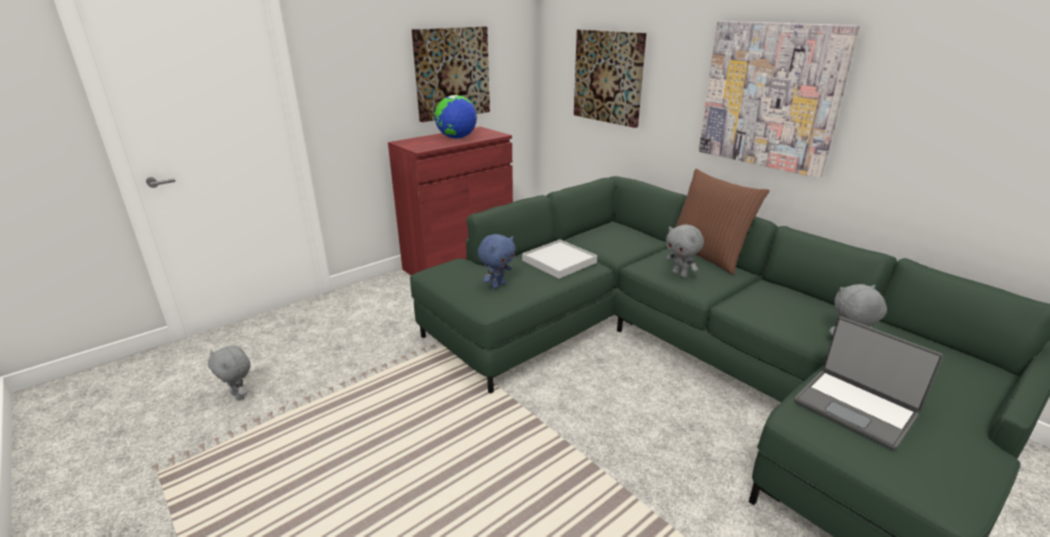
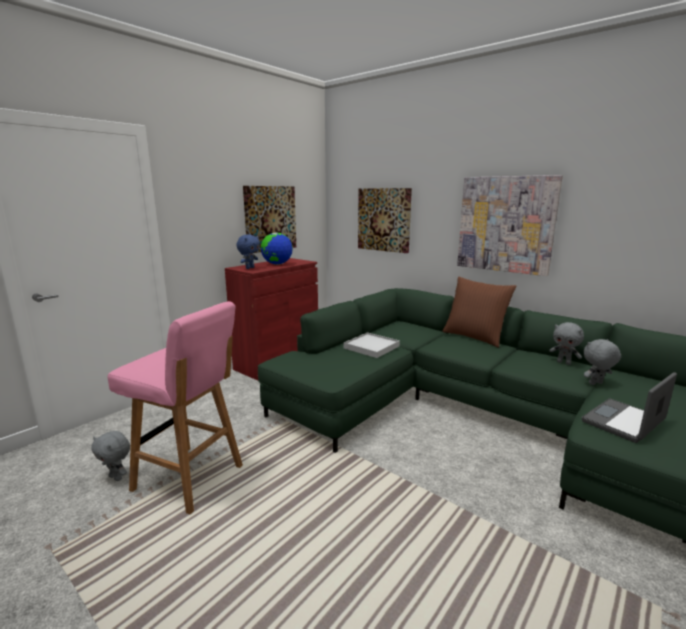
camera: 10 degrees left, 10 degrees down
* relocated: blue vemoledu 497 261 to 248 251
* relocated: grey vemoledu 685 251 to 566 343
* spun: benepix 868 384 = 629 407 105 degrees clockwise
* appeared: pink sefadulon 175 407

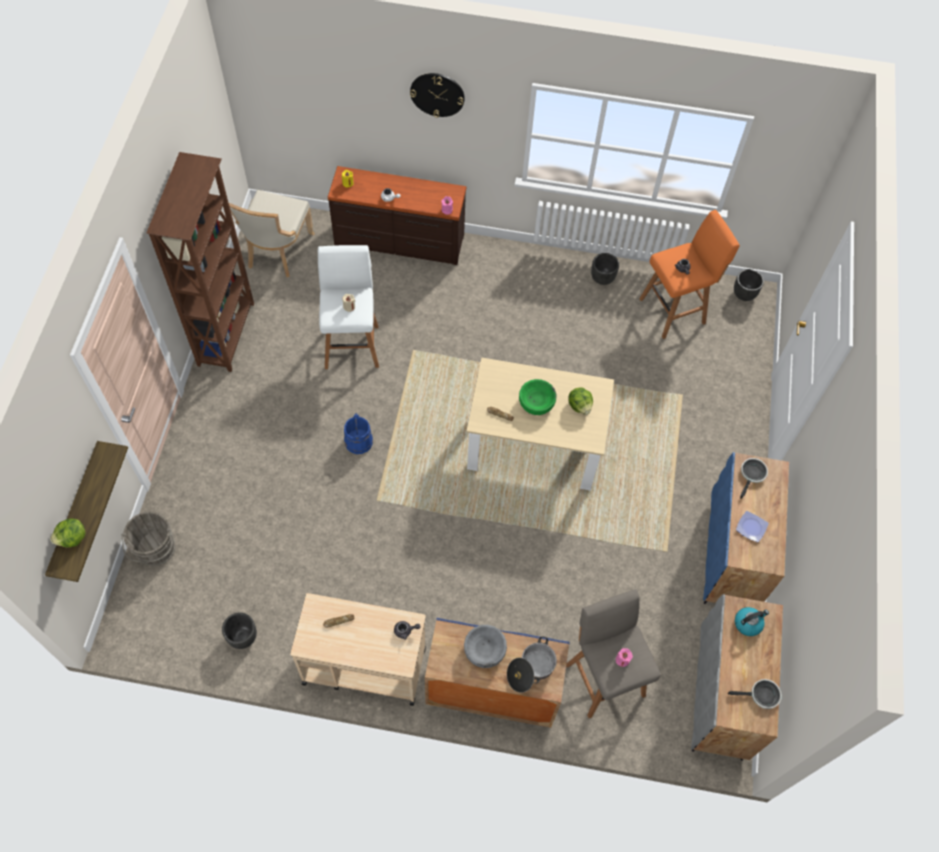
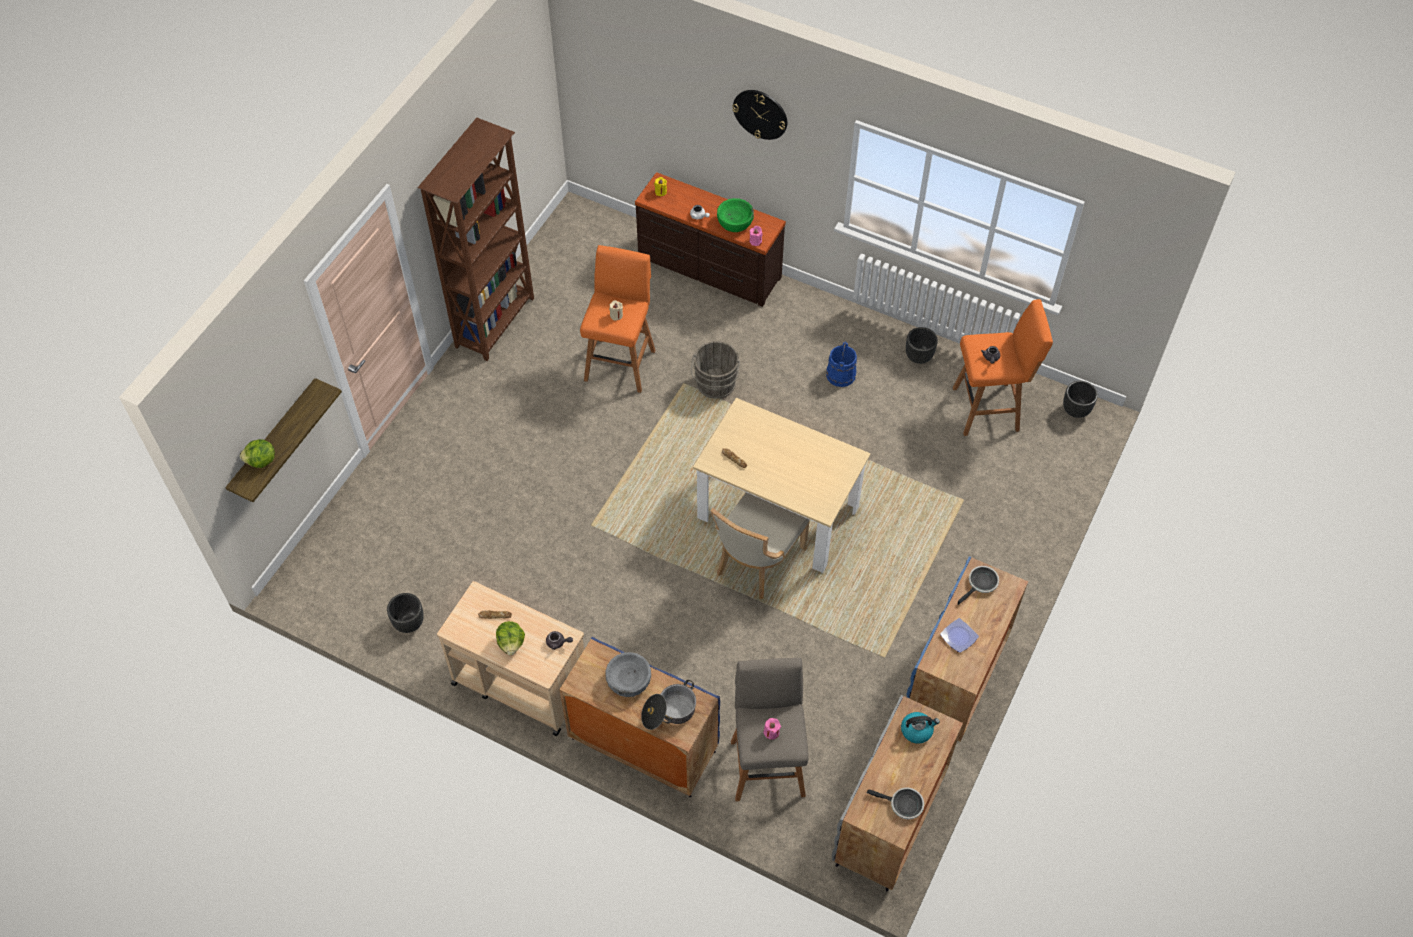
camera: 20 degrees right, 5 degrees down
* relocated: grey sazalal 149 539 to 715 370
* relocated: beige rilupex 271 233 to 760 545
* colour: white sefadulon 348 307 to orange sefadulon 618 319
* relocated: blue sazalal 358 433 to 841 364
* relocated: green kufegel 537 397 to 735 215
* relocated: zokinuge 580 401 to 510 638

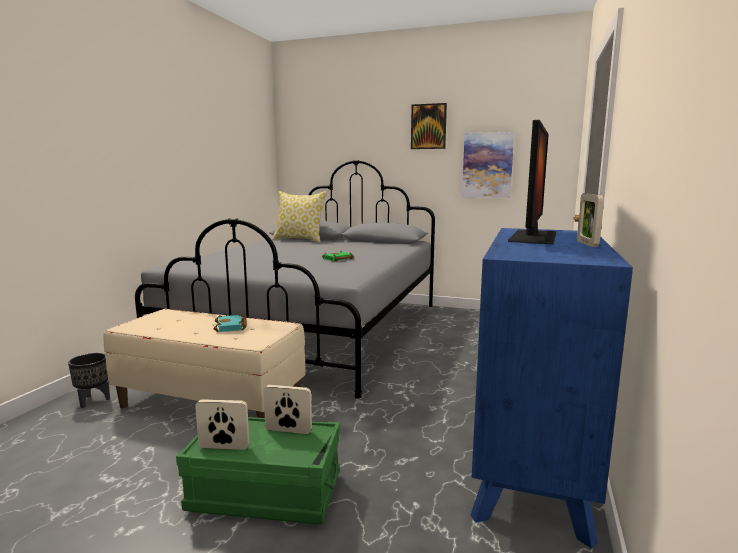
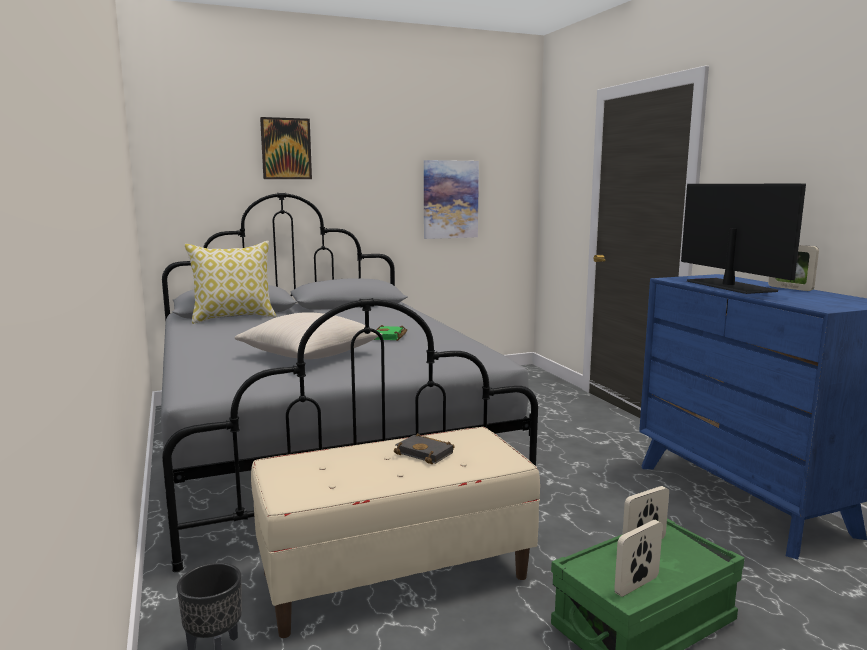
camera: 40 degrees left, 0 degrees up
* colour: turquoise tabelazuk 230 323 to black tabelazuk 424 448
* relocated: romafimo 429 126 to 286 148
* appeared: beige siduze 309 335

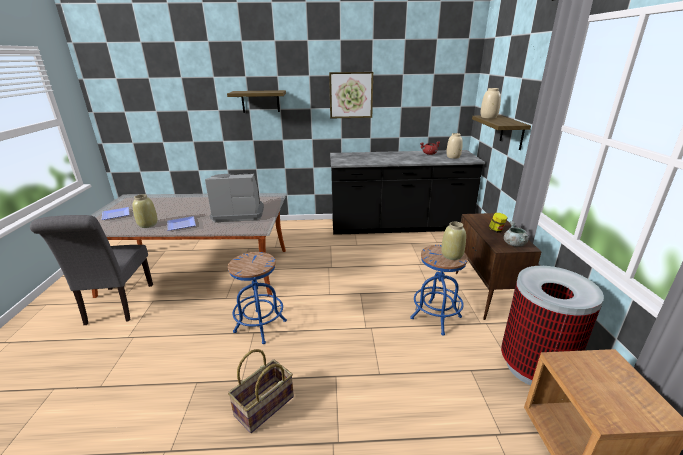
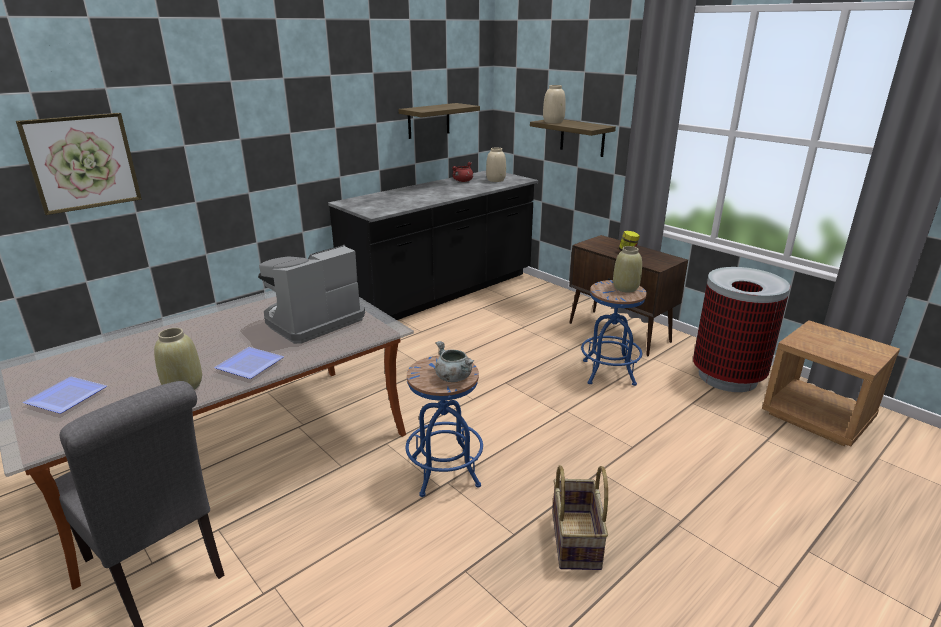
camera: 40 degrees left, 0 degrees up
* relocated: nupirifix 256 101 to 439 121
* relocated: romafimo 351 95 to 79 164
* relocated: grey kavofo 516 233 to 454 361

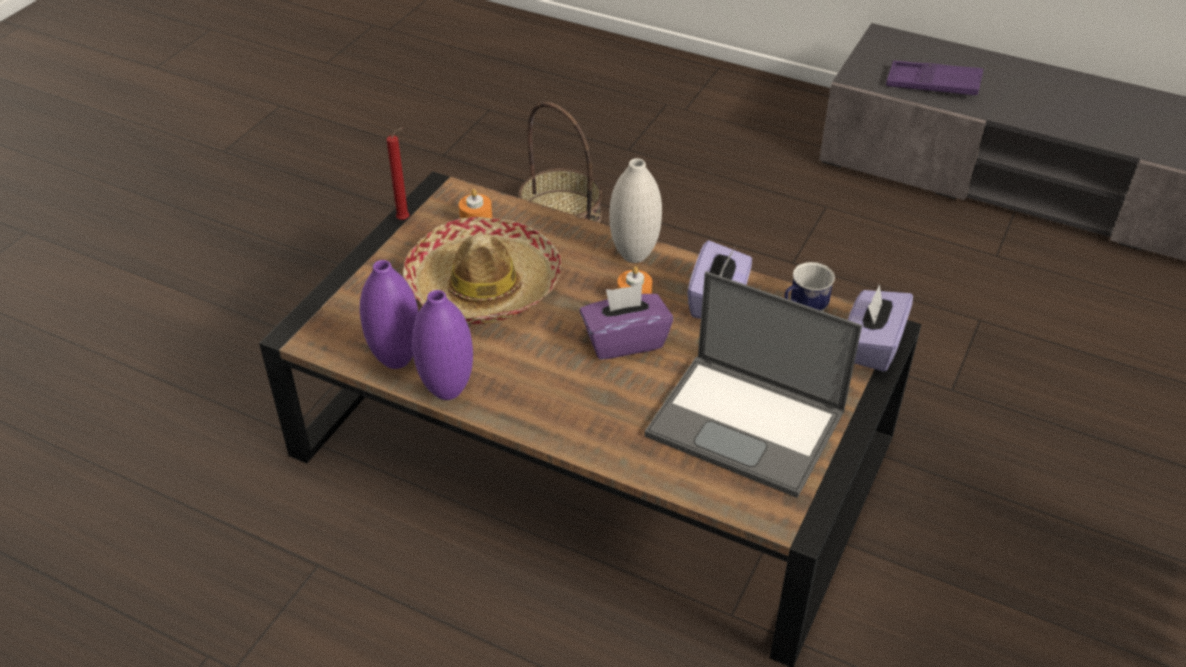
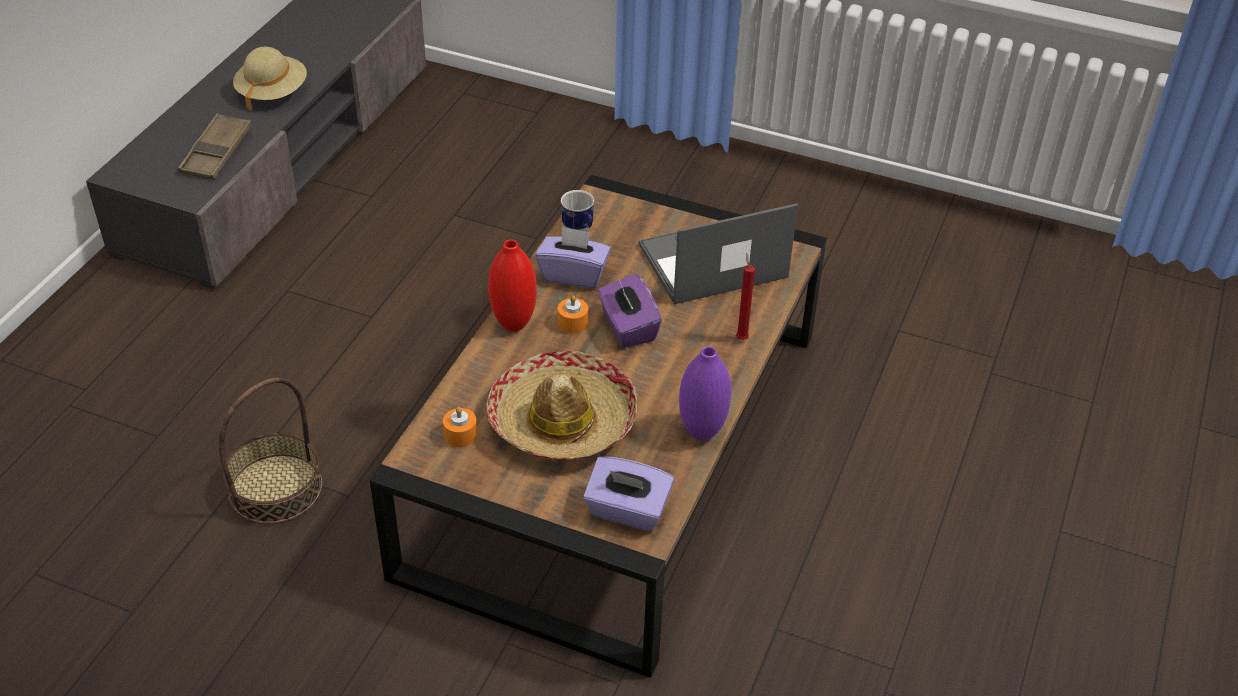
camera: 95 degrees left, 0 degrees up
* missing: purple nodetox 389 314
* relocated: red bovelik 397 173 to 745 296
* colour: white nodetox 635 210 to red nodetox 512 286
* spun: benepix 753 384 = 718 254 135 degrees counterclockwise
* relocated: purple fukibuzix 880 328 to 628 494
* colour: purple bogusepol 934 78 to brown bogusepol 215 146
* appeared: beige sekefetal 270 79

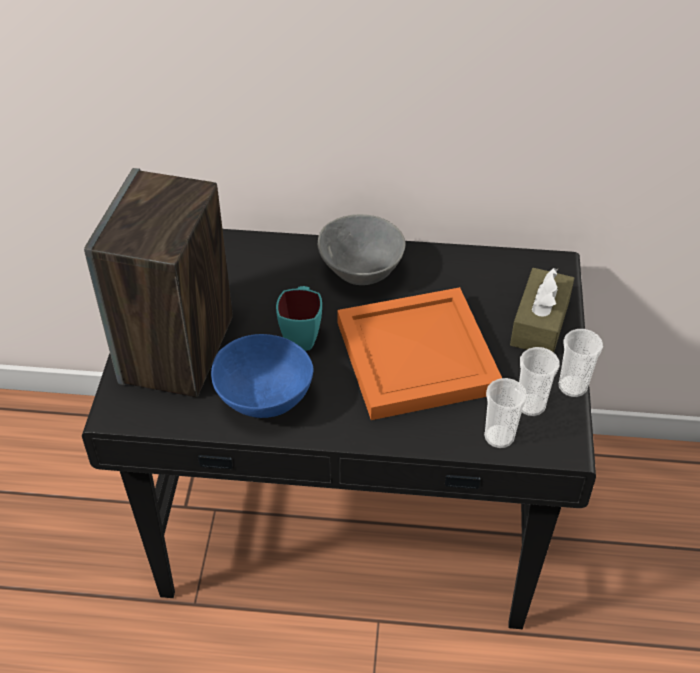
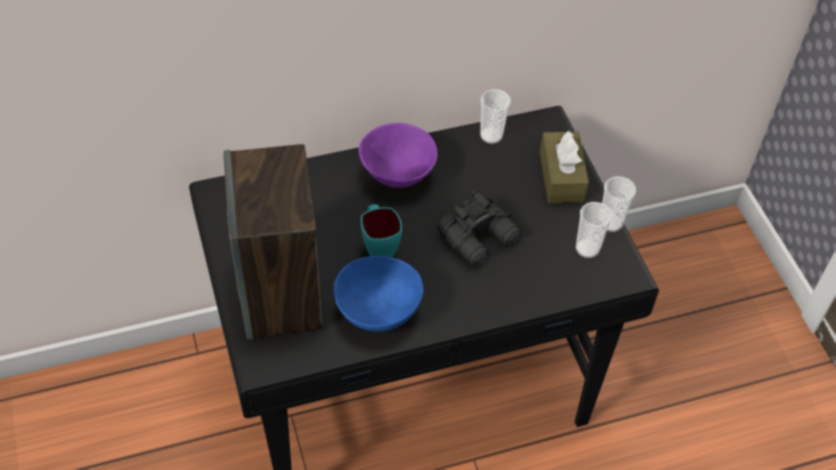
camera: 25 degrees left, 5 degrees up
* colour: grey kufegel 361 249 to purple kufegel 398 155
* exchanged: orange bogusepol 419 353 to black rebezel 479 228
* relocated: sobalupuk 505 413 to 495 116

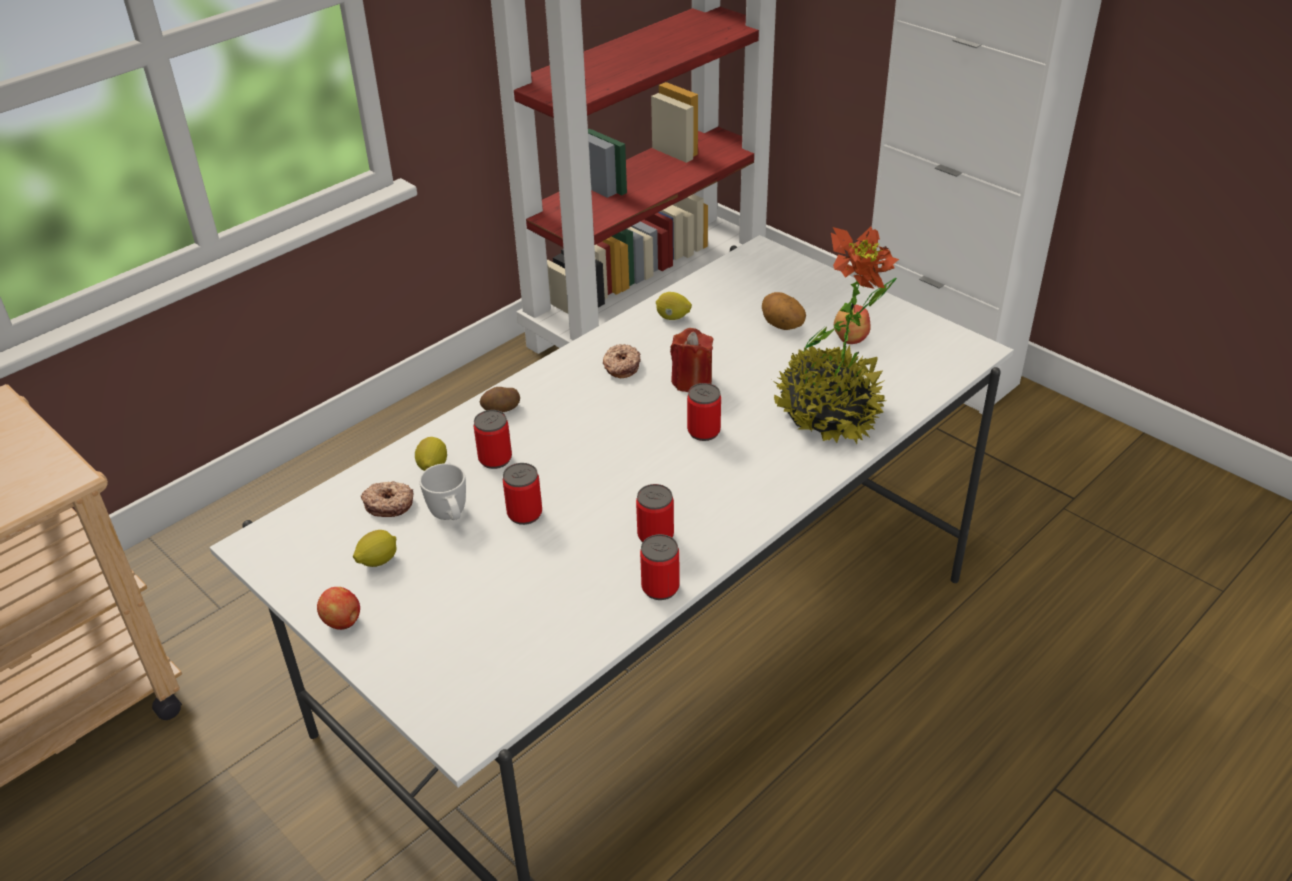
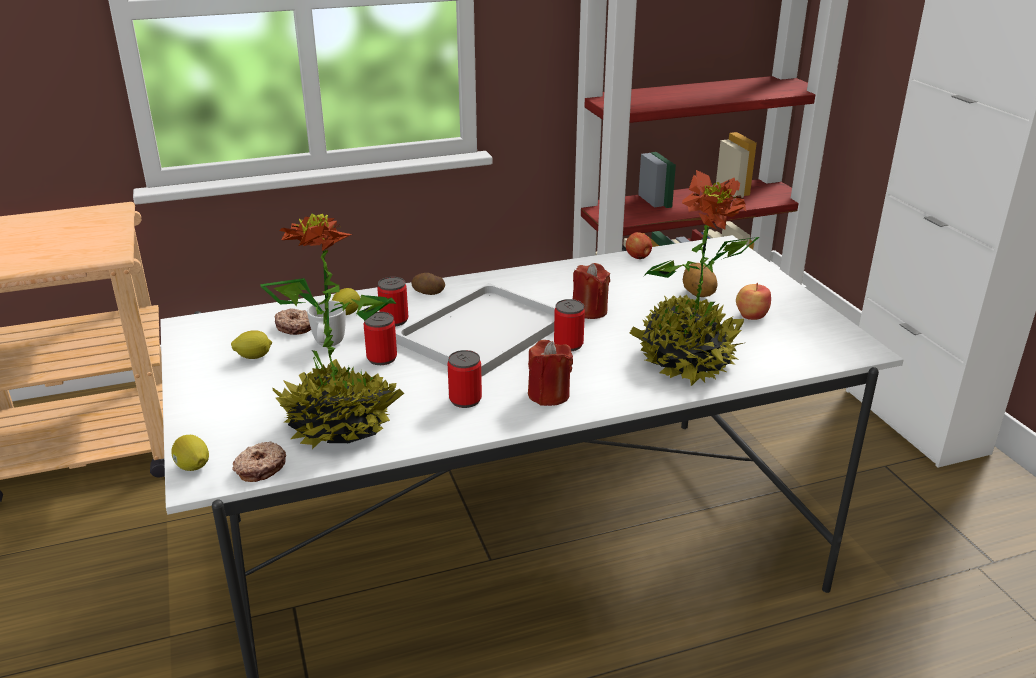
camera: 25 degrees right, 10 degrees down
* relocated: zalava 338 608 to 639 245
* relocated: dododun 622 361 to 259 461
* missing: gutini 660 567
* relocated: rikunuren 674 306 to 190 453
* appeared: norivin 332 331
* appeared: white bogusepol 476 330
* appeared: red bovelik 550 373

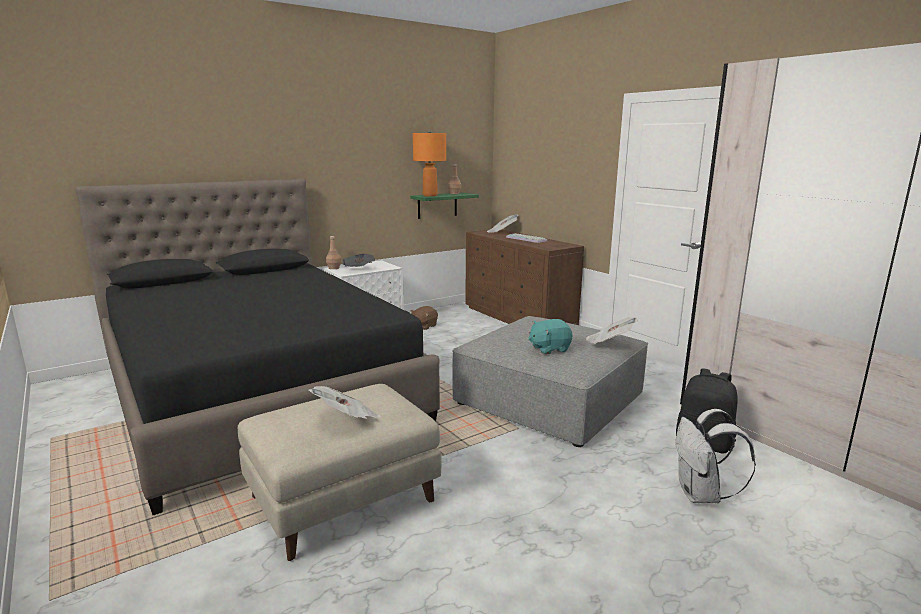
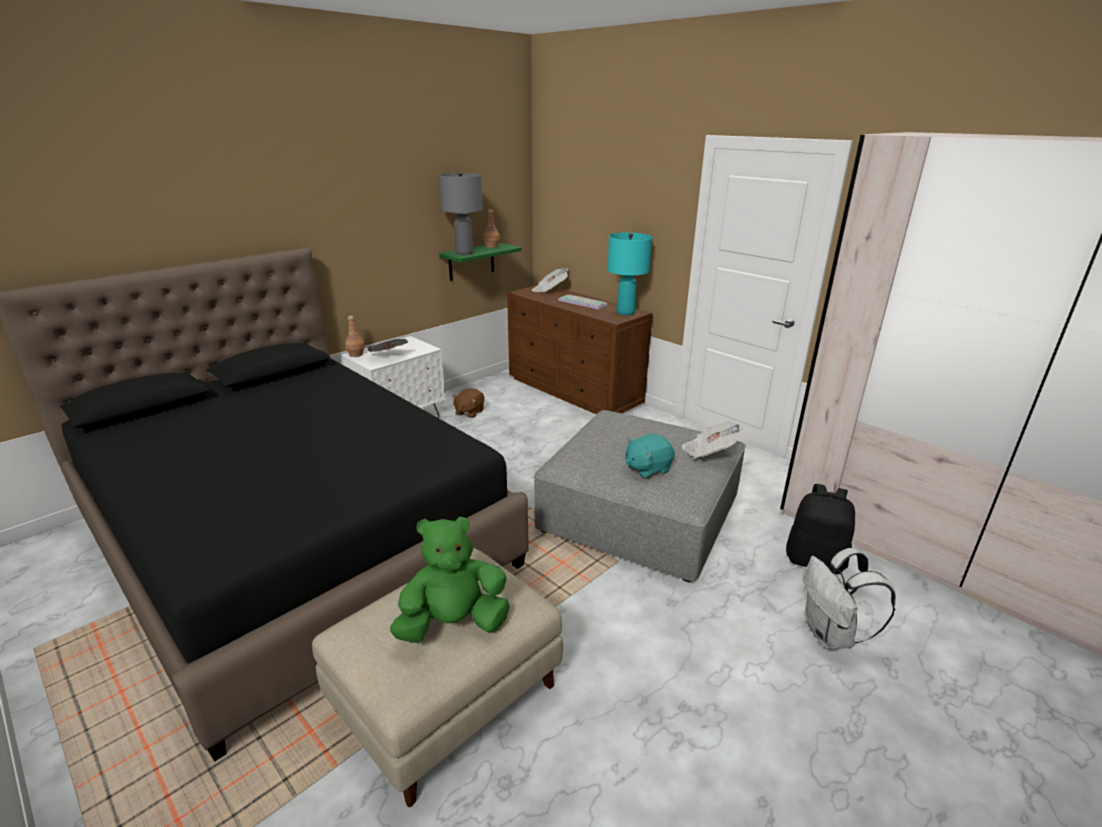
camera: 10 degrees left, 10 degrees up
* exchanged: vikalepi 345 402 to green vemoledu 450 579
* colour: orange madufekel 429 163 to grey madufekel 461 213
* appeared: turquoise madufekel 629 273

